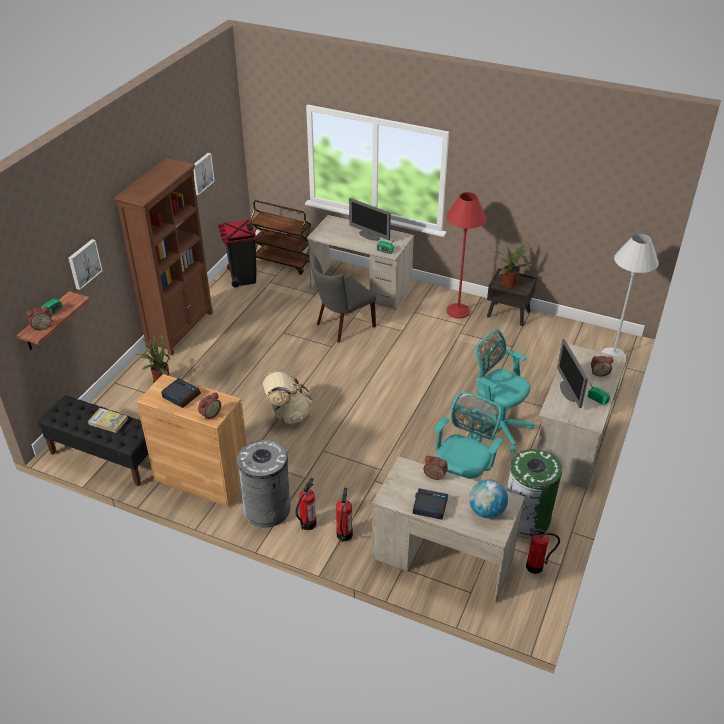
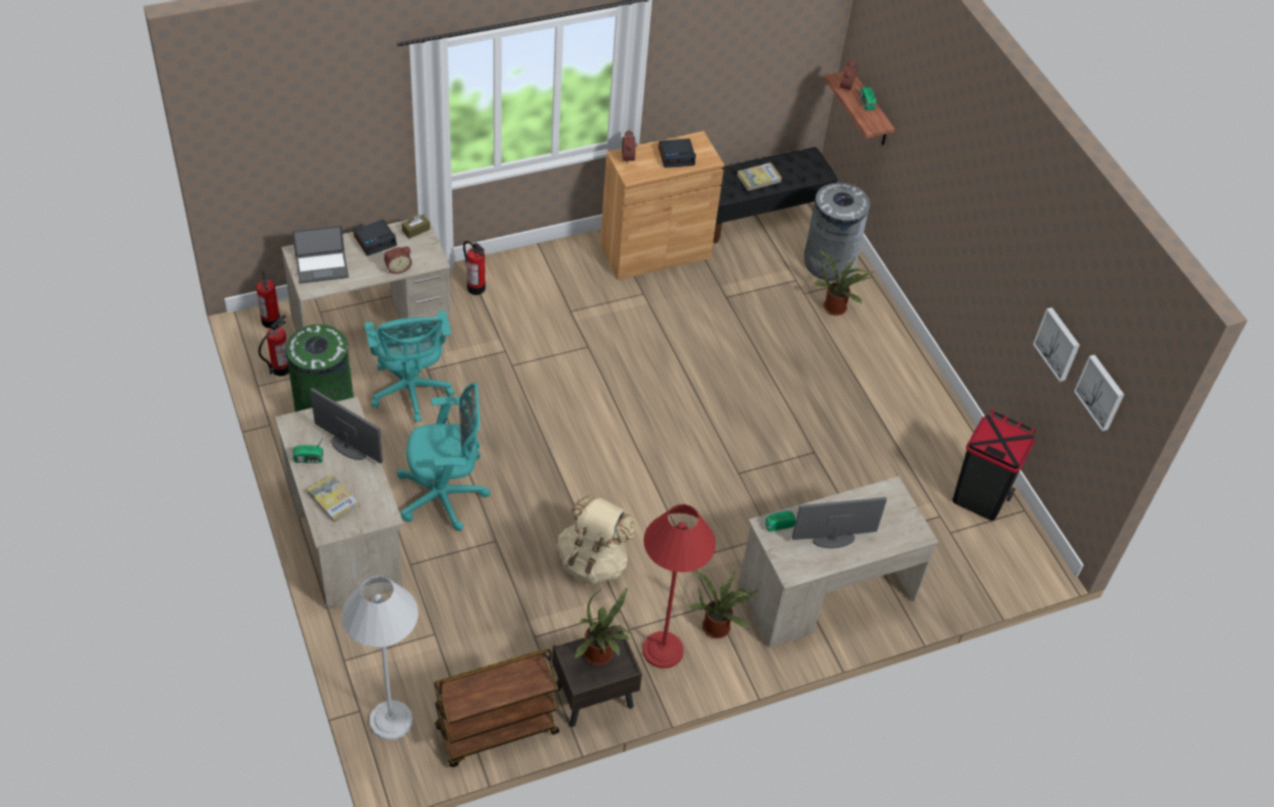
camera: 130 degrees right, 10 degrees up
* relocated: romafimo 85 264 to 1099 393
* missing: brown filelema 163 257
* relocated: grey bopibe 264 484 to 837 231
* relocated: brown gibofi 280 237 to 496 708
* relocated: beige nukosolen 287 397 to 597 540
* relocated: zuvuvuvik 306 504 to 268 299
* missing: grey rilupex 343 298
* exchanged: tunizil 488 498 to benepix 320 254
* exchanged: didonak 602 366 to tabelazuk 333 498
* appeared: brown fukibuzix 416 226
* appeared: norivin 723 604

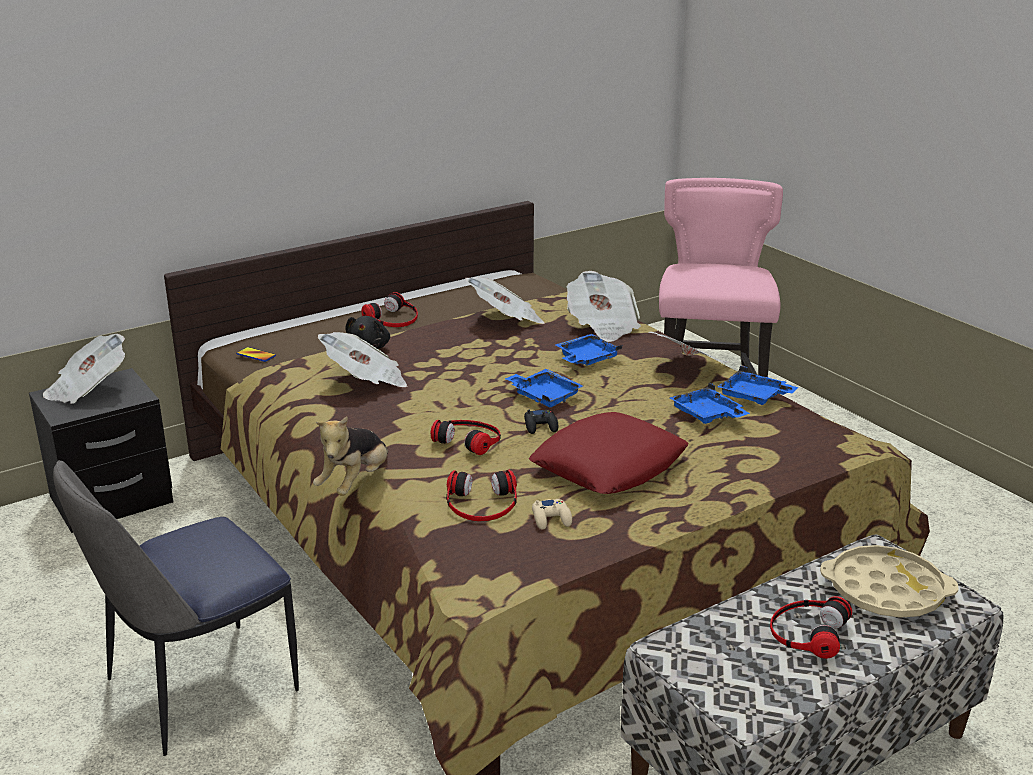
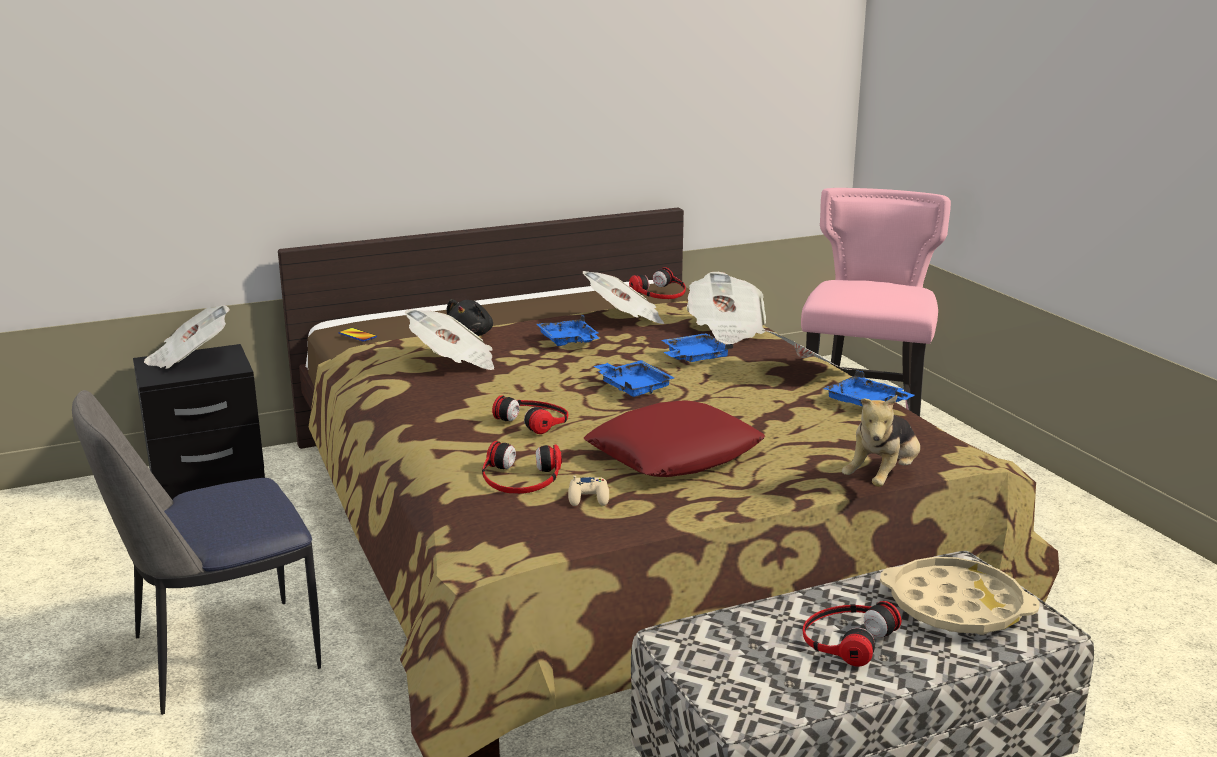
camera: 10 degrees right, 5 degrees down
* relocated: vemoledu 350 456 to 881 441
* relocated: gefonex 389 309 to 657 283
* missing: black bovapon 541 422
* relocated: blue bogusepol 710 403 to 567 330

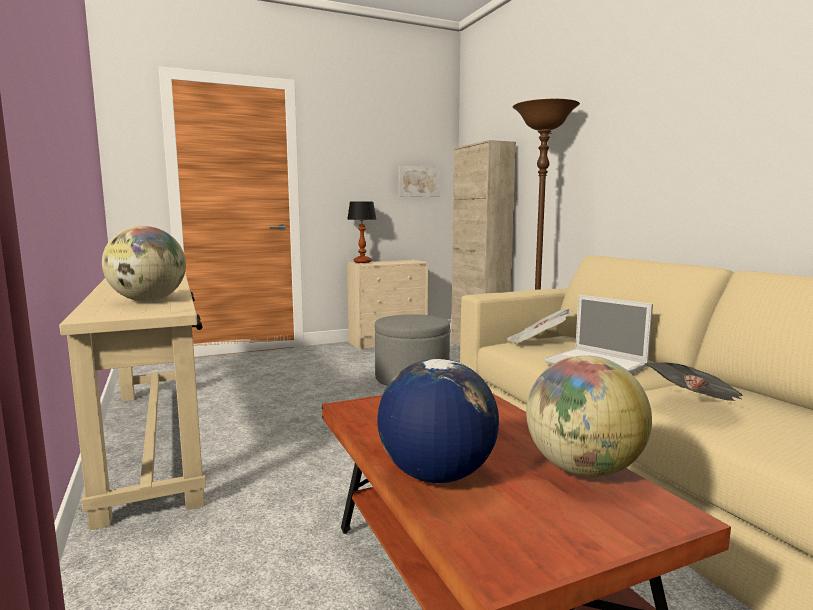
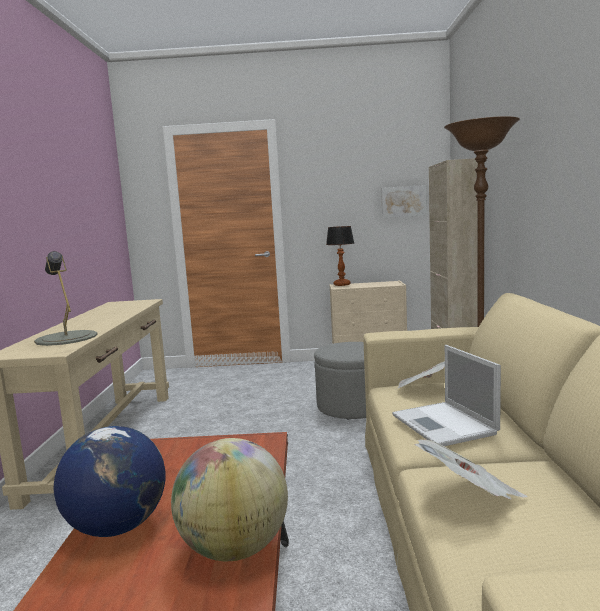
camera: 25 degrees right, 0 degrees up
* exchanged: tunizil 144 263 to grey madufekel 66 298

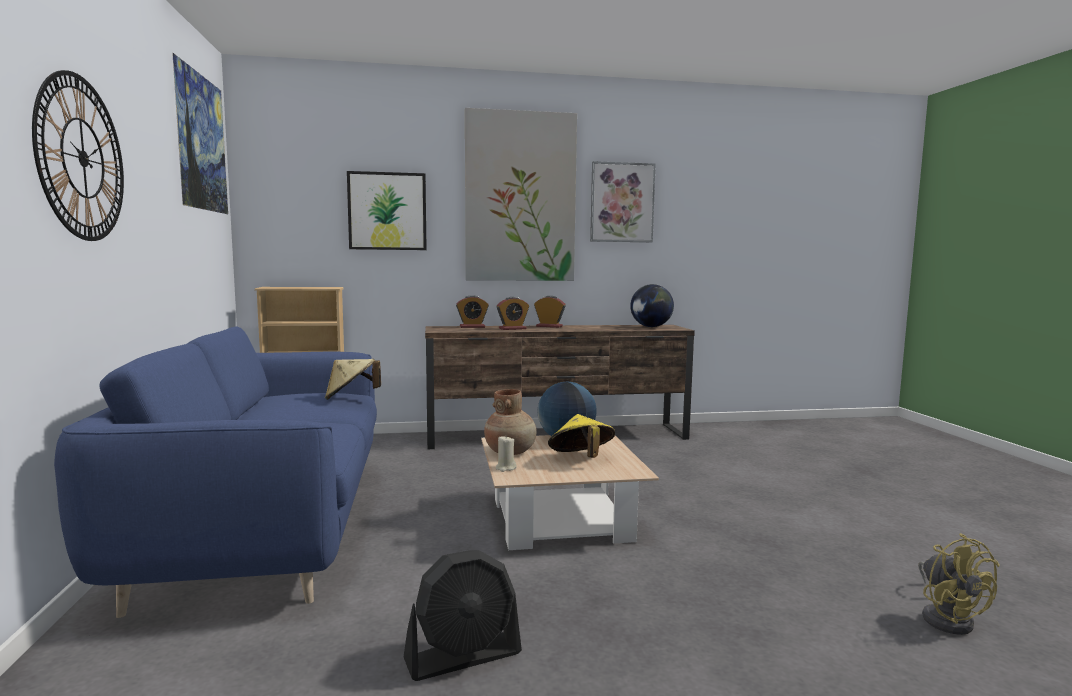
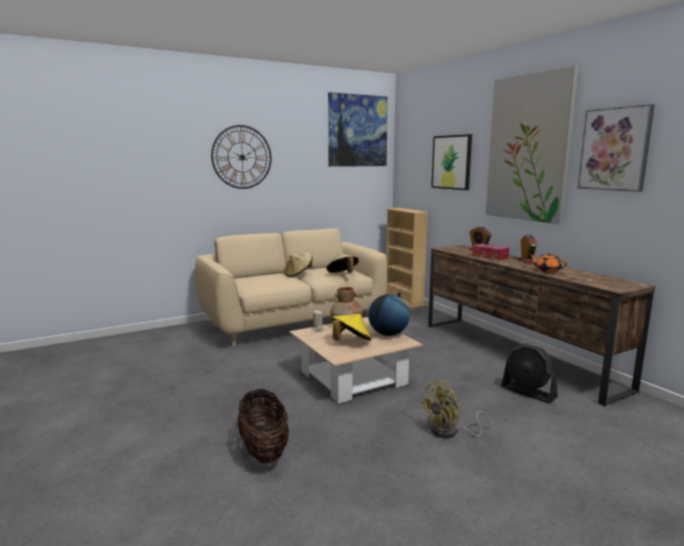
camera: 70 degrees right, 5 degrees up
* colour: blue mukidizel 215 472 to beige mukidizel 291 287
* relocated: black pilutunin 463 615 to 529 373
* exchanged: didonak 513 313 to fukibuzix 490 252
* missing: tunizil 652 305
* relocated: yellow pilutunin 958 584 to 455 409
* appeared: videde 263 426
* appeared: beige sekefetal 298 264
* appeared: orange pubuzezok 548 263

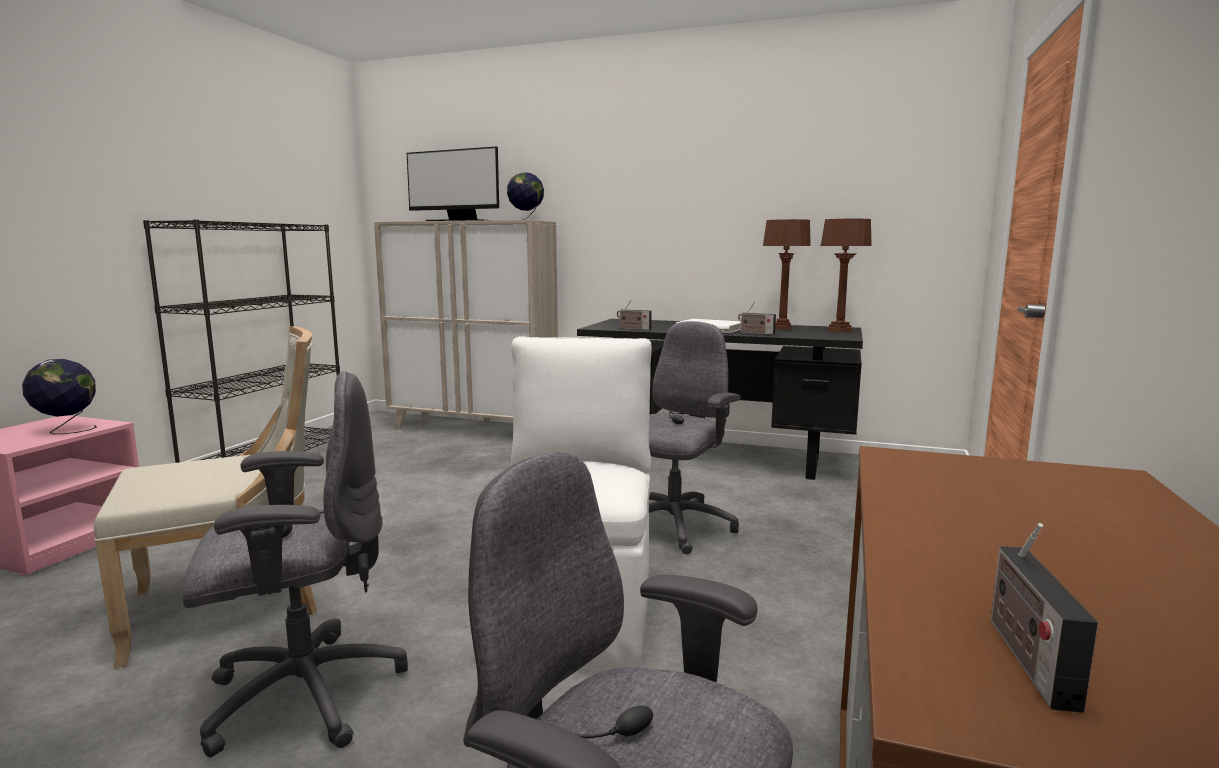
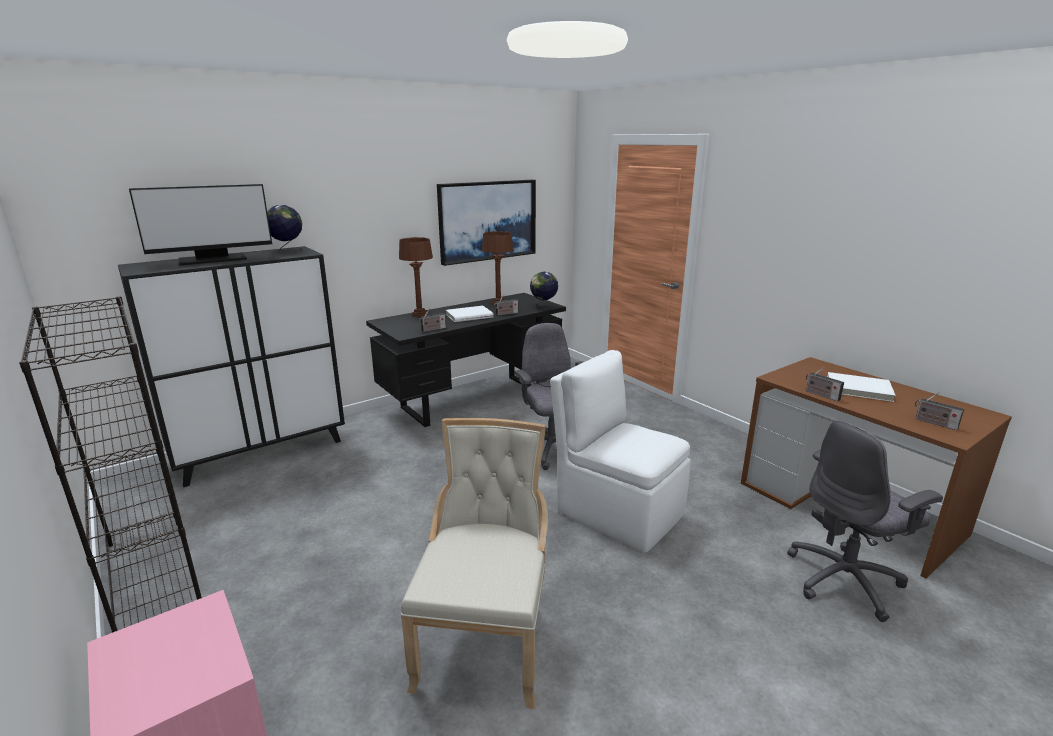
camera: 55 degrees left, 10 degrees up
* relocated: tunizil 59 396 to 544 290
* missing: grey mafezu 295 564
* colour: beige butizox 466 324 to black butizox 231 366
* relocated: brown madufekel 846 275 to 416 277
* appeared: romafimo 486 223
* appeared: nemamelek 825 384
* appeared: white tabelazuk 861 387

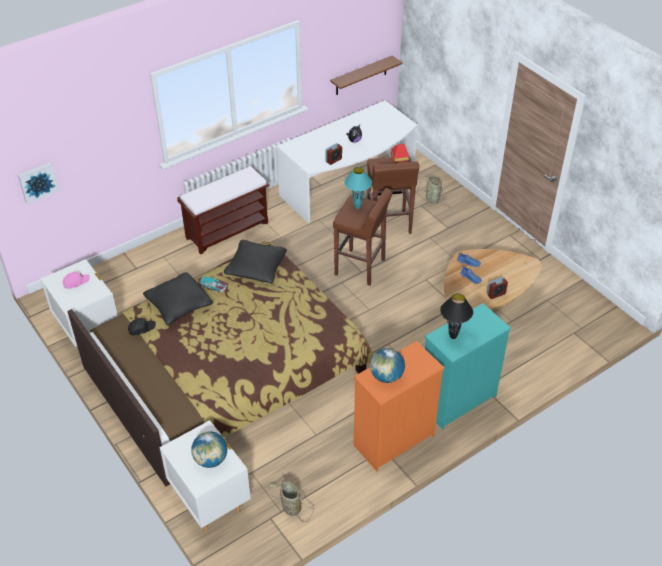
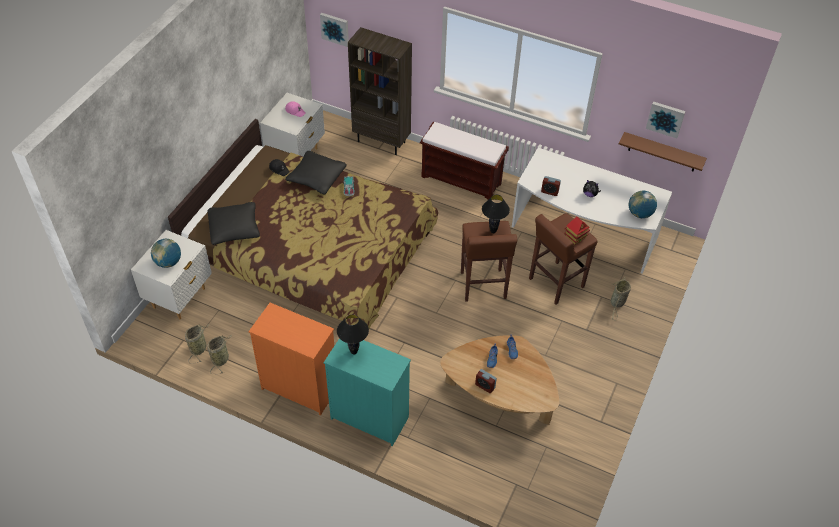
camera: 60 degrees right, 5 degrees up
* relocated: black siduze 255 261 to 234 223
* colour: turquoise madufekel 358 188 to black madufekel 496 214
* relocated: tunizil 387 365 to 643 204
* appeared: videde 219 355
* appeared: brown filelema 380 91
* appeared: romafimo 666 119

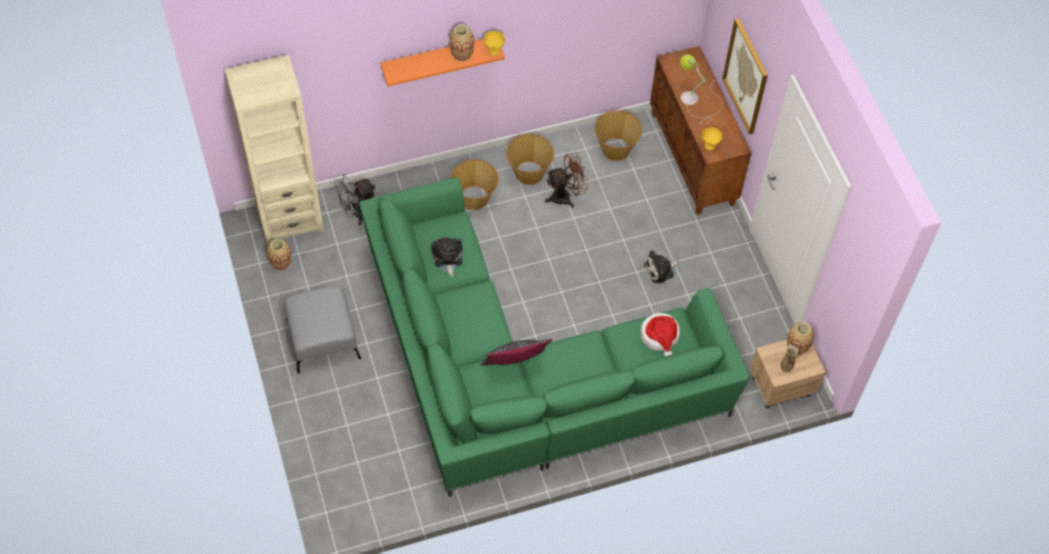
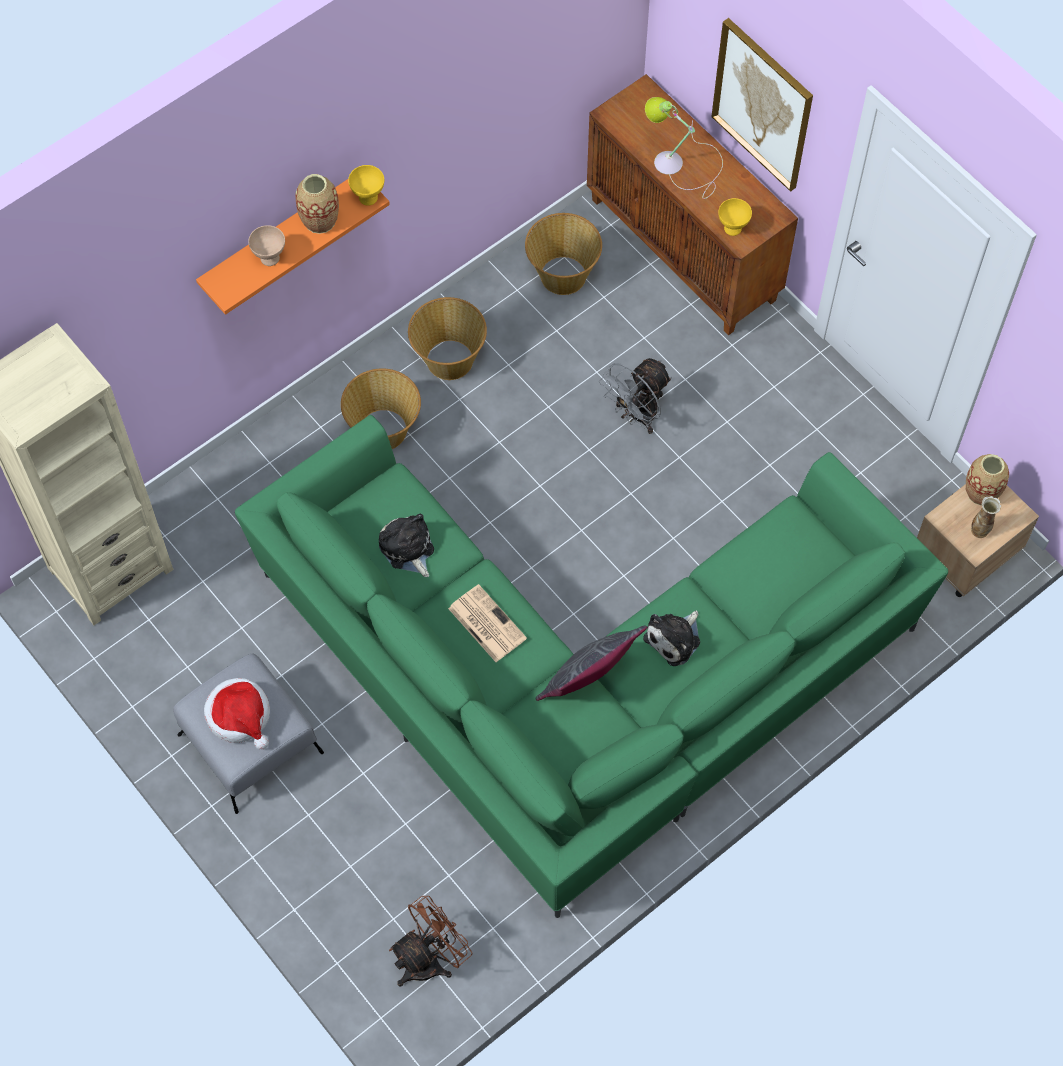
camera: 20 degrees left, 5 degrees up
* missing: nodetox 279 255
* relocated: grey pilutunin 355 199 to 635 396
* relocated: brown pilutunin 566 180 to 430 941
* relocated: sekefetal 660 334 to 237 714
* relocated: vemoledu 661 267 to 671 638
* appeared: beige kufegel 266 245
* appeared: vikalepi 487 623

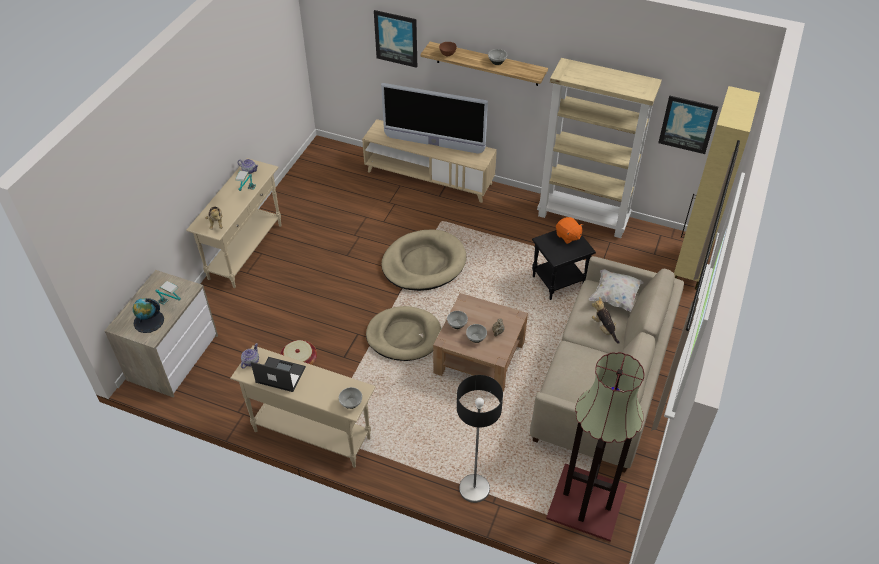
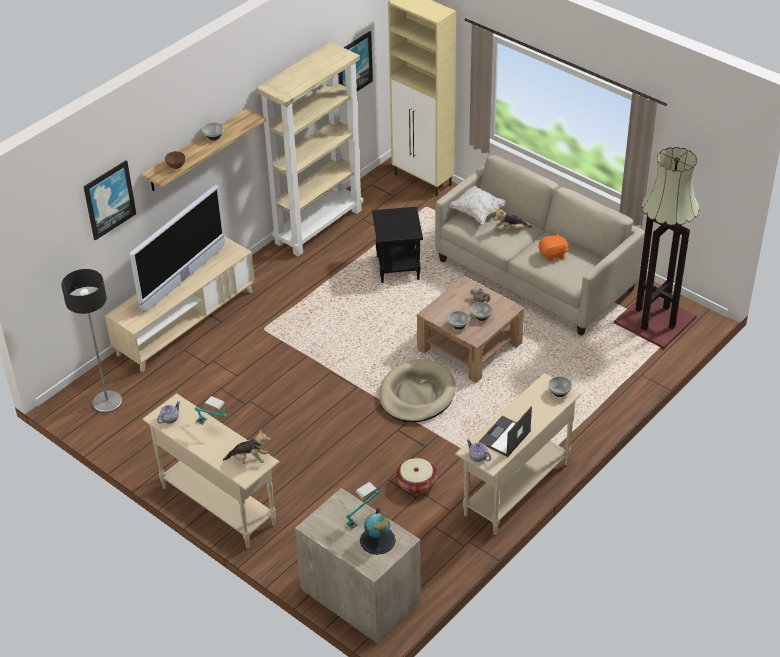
camera: 70 degrees left, 5 degrees down
* missing: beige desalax 424 260
* relocated: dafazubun 480 439 to 92 341
* relocated: orange vemoledu 569 230 to 554 247

